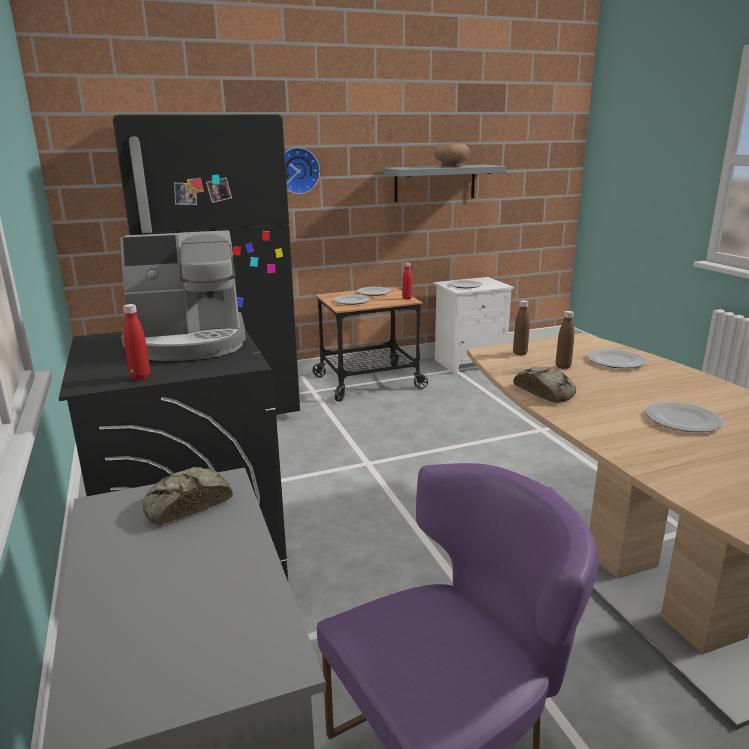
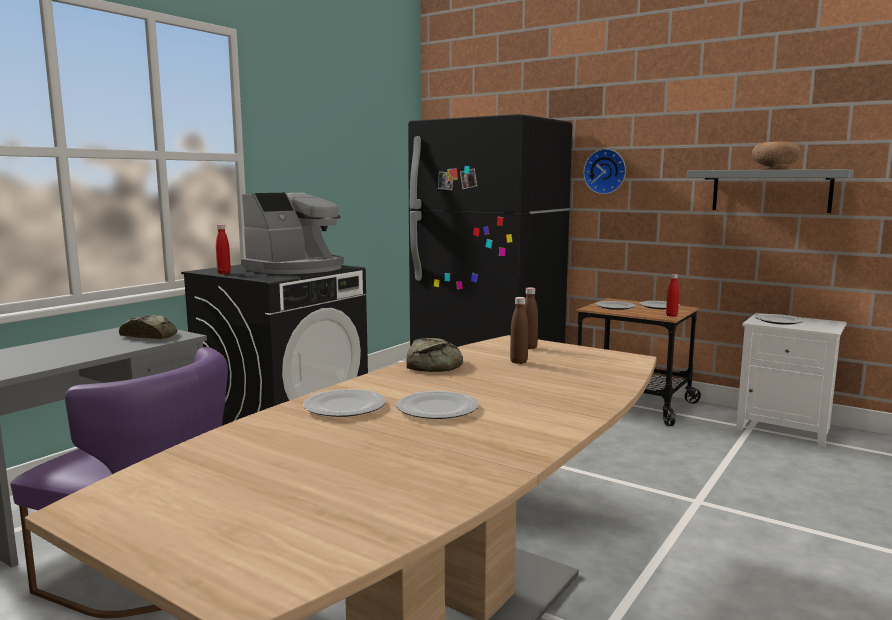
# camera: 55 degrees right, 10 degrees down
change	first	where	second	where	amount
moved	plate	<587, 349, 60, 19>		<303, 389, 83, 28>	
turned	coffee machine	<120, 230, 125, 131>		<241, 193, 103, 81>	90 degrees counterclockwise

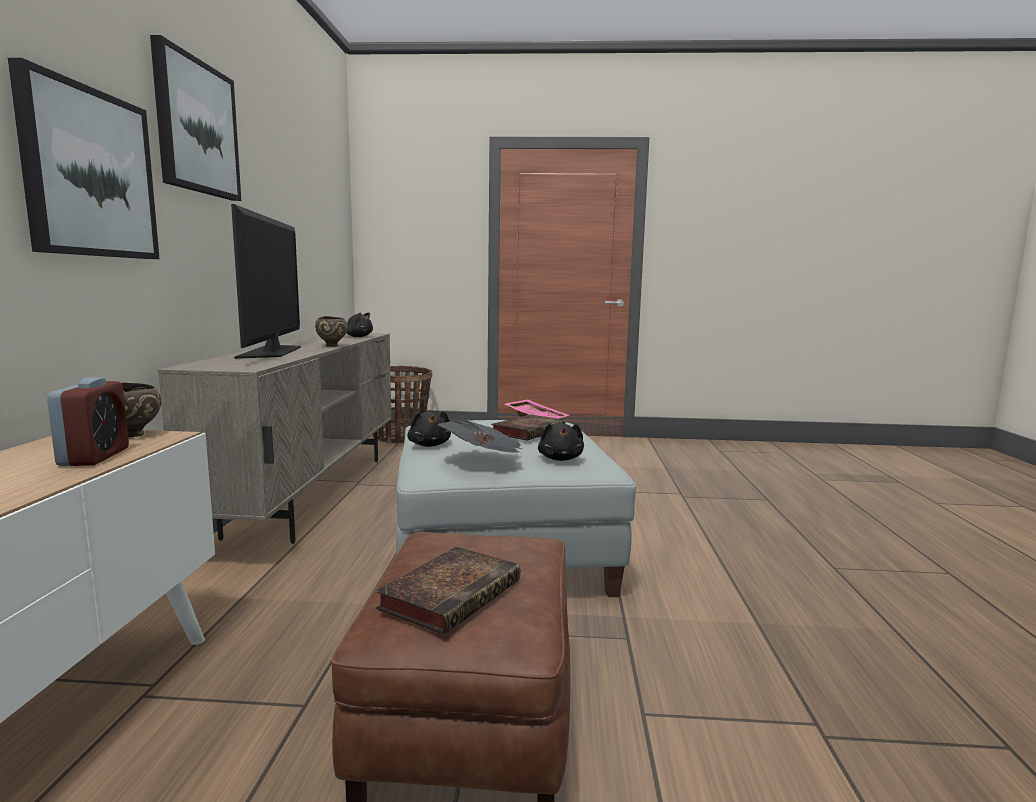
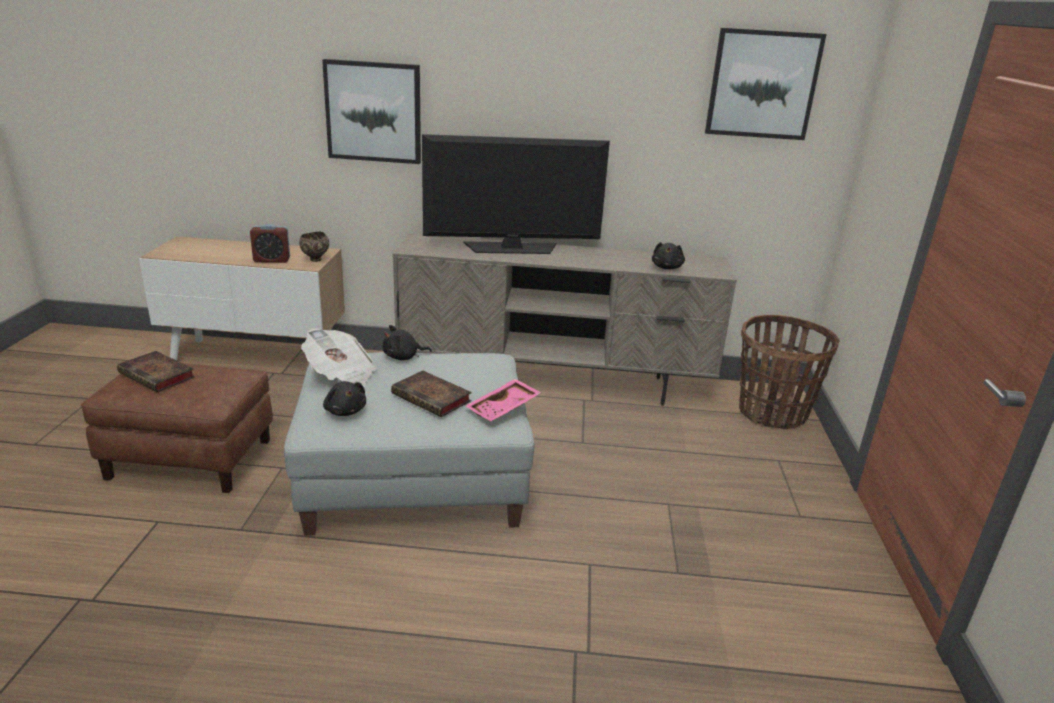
# camera: 90 degrees right, 15 degrees up
change	first	where	second	where	amount
removed	brown bowl	<315, 316, 33, 31>			
moved	picture	<150, 35, 91, 166>		<705, 28, 122, 112>	
turned	black plush toy	<538, 423, 46, 38>		<323, 381, 43, 35>	120 degrees counterclockwise

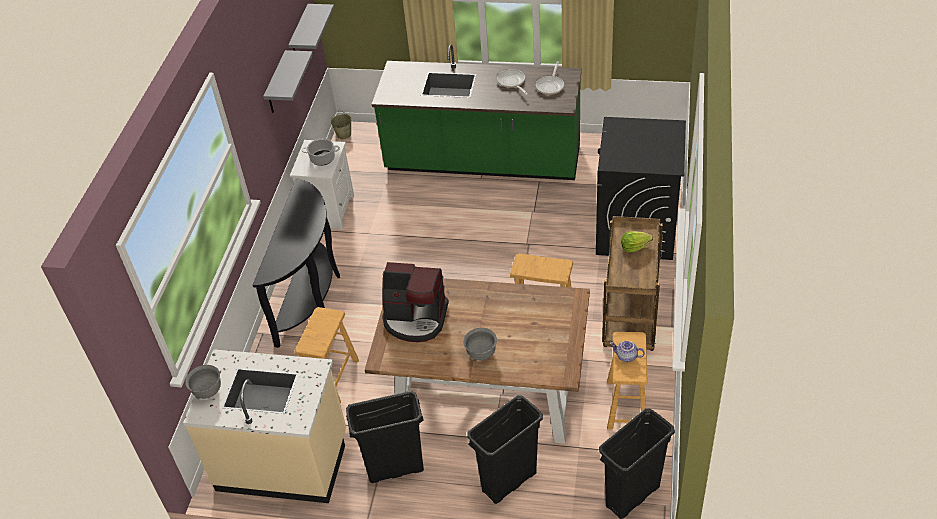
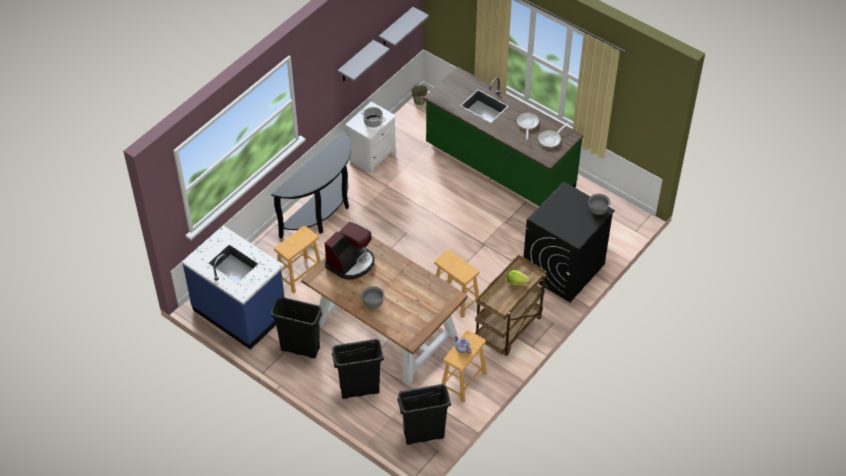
# camera: 25 degrees right, 5 degrees up
change	first	where	second	where	amount
moved	grey bowl	<185, 365, 36, 34>		<588, 194, 23, 21>	
recoloured	beige counter	<183, 349, 163, 154>	blue counter	<182, 226, 102, 124>	
turned	coffee machine	<382, 262, 67, 80>		<324, 222, 51, 57>	90 degrees counterclockwise

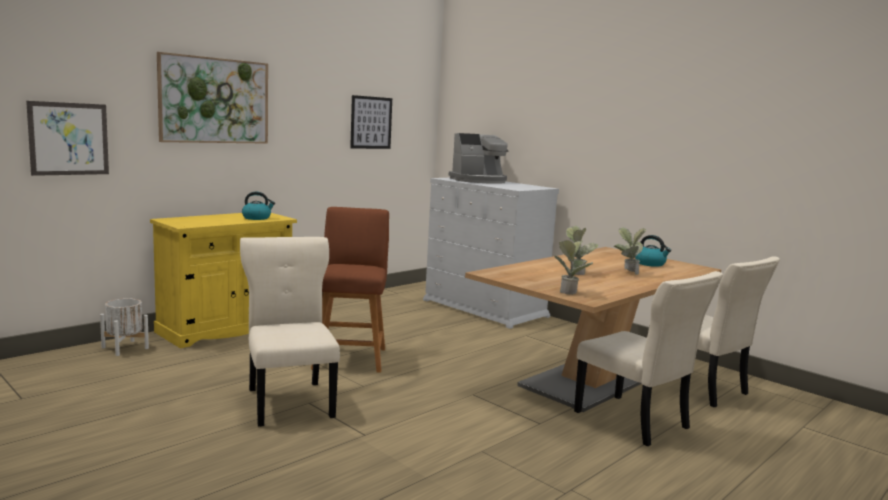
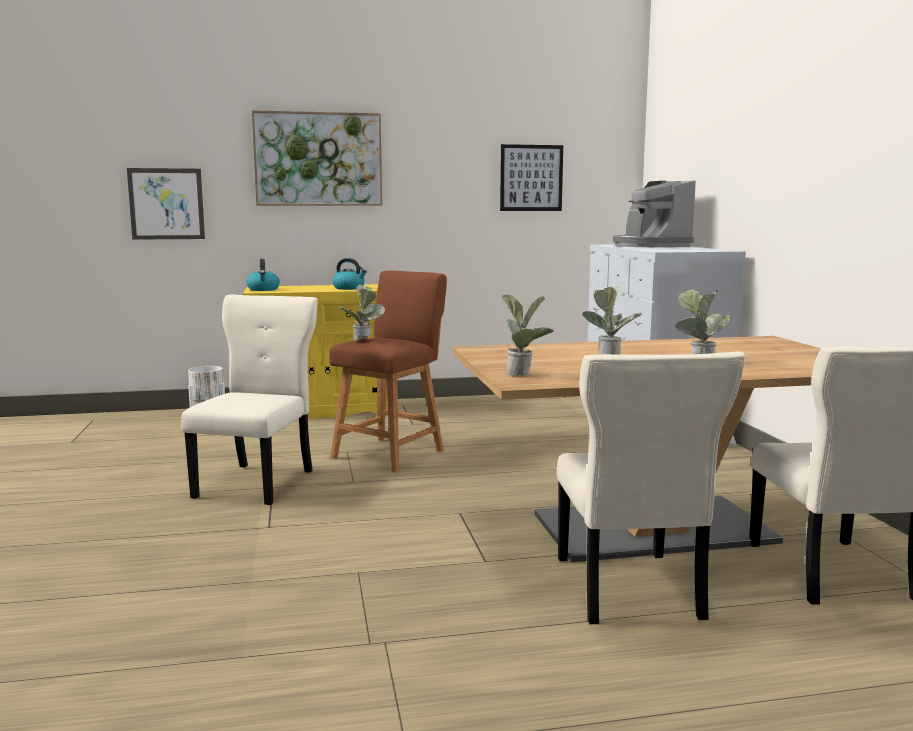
# camera: 35 degrees right, 0 degrees up
change	first	where	second	where	amount
added			potted plant	<339, 285, 46, 55>	
moved	kettle	<635, 235, 36, 32>		<247, 259, 33, 32>	
turned	coffee machine	<449, 133, 60, 51>		<613, 180, 83, 67>	60 degrees clockwise

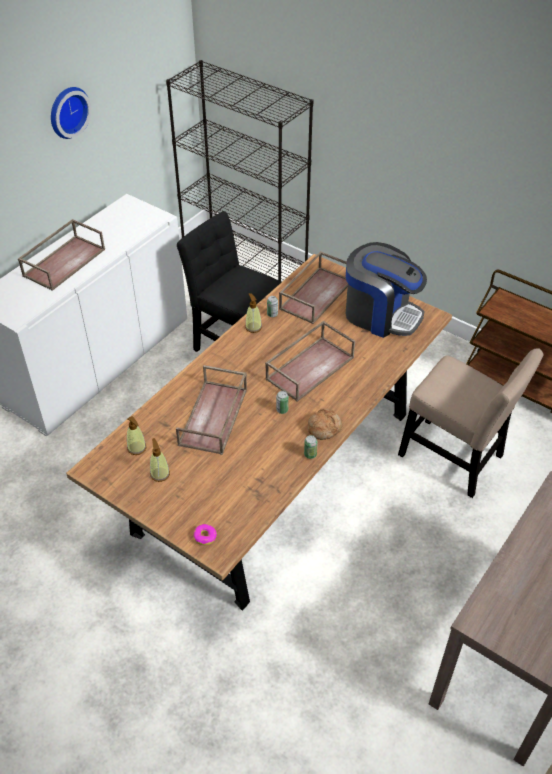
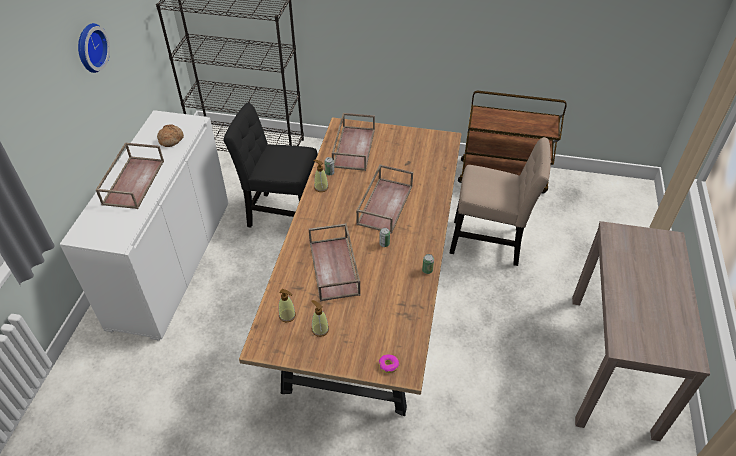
# camera: 25 degrees left, 0 degrees up
change	first	where	second	where	amount
removed	coffee machine	<346, 242, 81, 96>			
moved	bread	<308, 409, 34, 31>		<157, 124, 27, 23>	

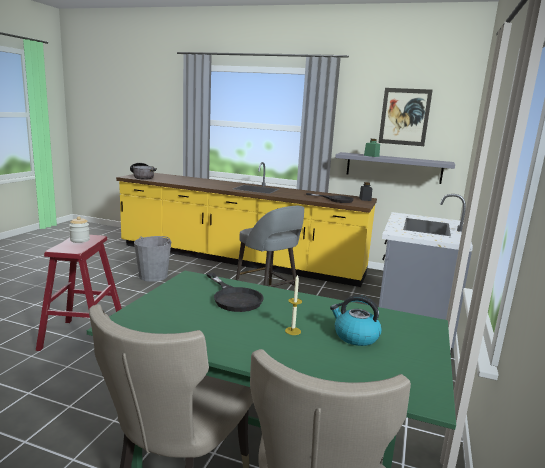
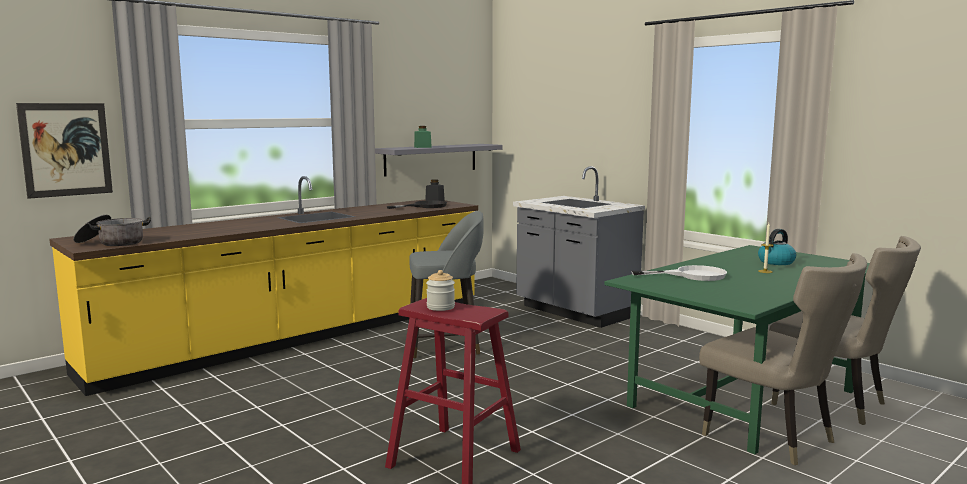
# camera: 60 degrees left, 5 degrees down
change	first	where	second	where	amount
removed	grey bucket	<134, 236, 37, 46>			
moved	picture	<378, 88, 55, 58>		<16, 103, 97, 96>	
recoloured	black frying pan	<207, 273, 57, 39>	white frying pan	<631, 265, 96, 16>	

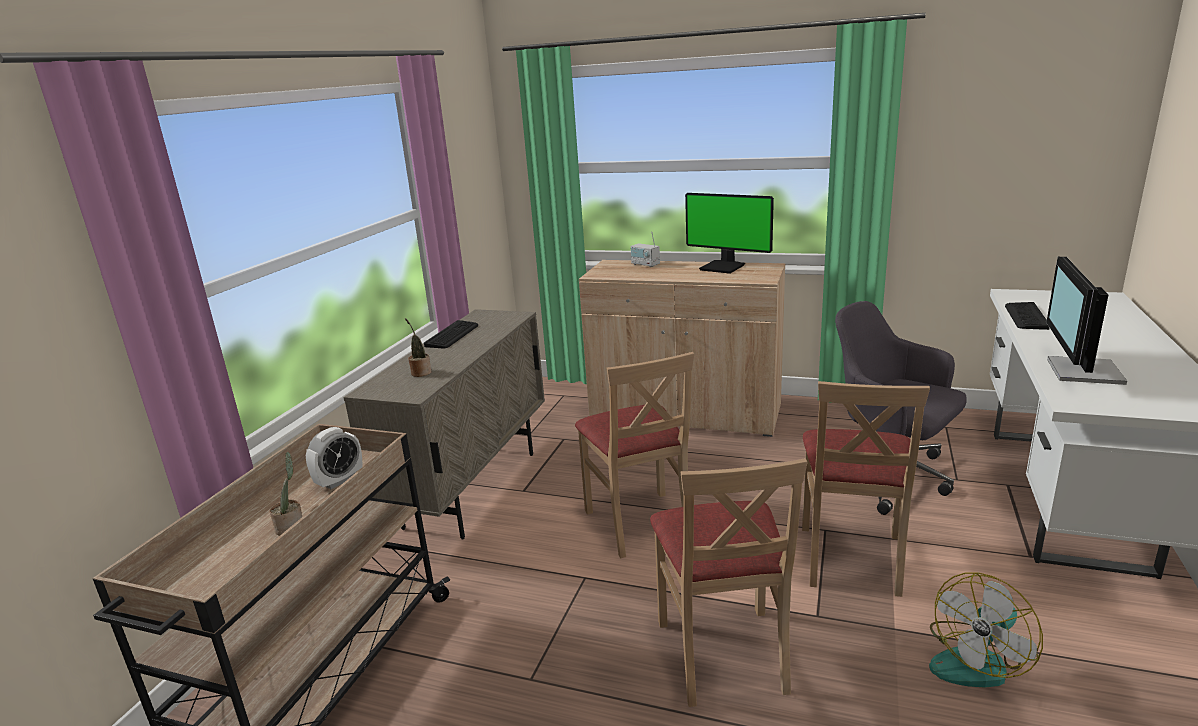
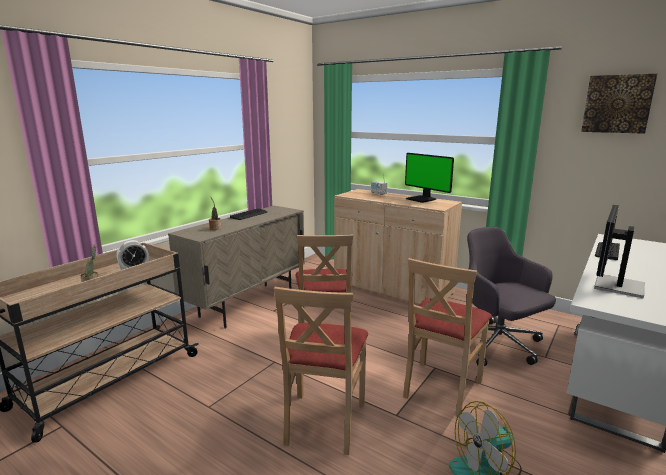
# camera: 15 degrees right, 5 degrees down
change	first	where	second	where	amount
added			picture	<581, 74, 76, 60>	

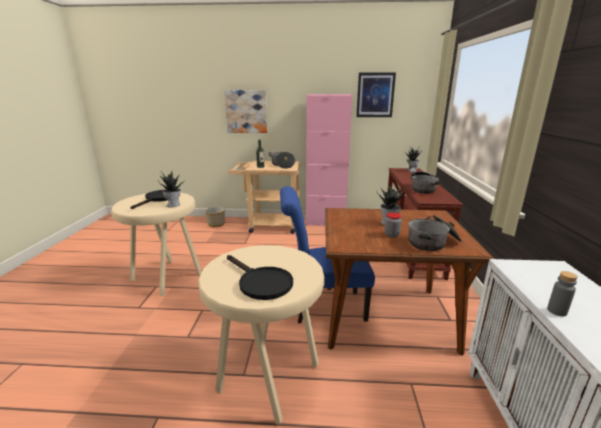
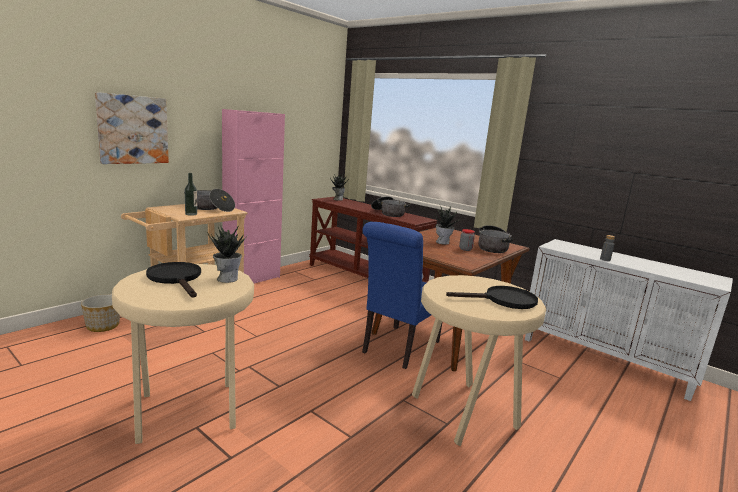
# camera: 55 degrees left, 5 degrees down
change	first	where	second	where	amount
removed	picture	<356, 72, 40, 45>			

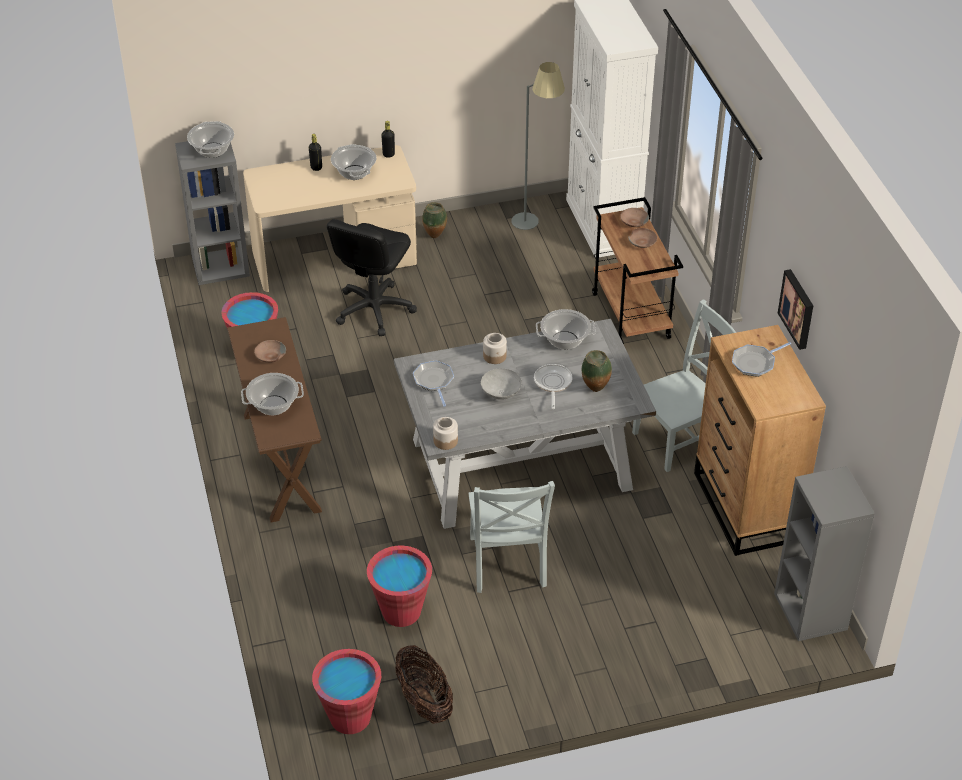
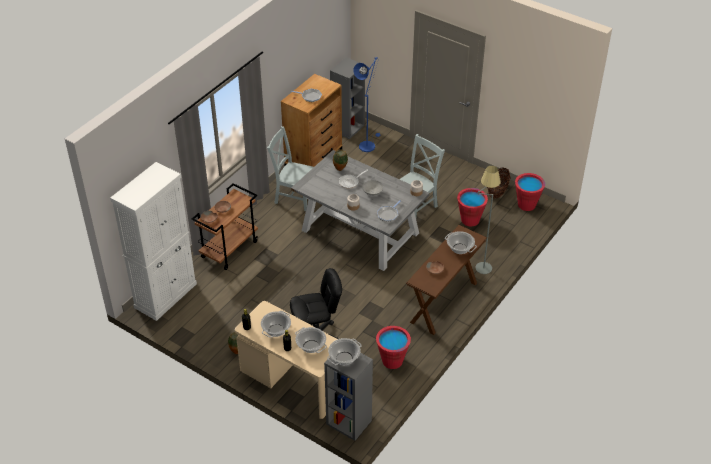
# camera: 130 degrees left, 0 degrees up
change	first	where	second	where	amount
removed	picture	<778, 269, 35, 81>			
added			blue floor lamp	<354, 57, 27, 95>	
moved	grey floor lamp	<512, 62, 53, 168>		<475, 166, 26, 108>	
moved	cooking pot	<536, 309, 60, 41>		<295, 327, 32, 26>	

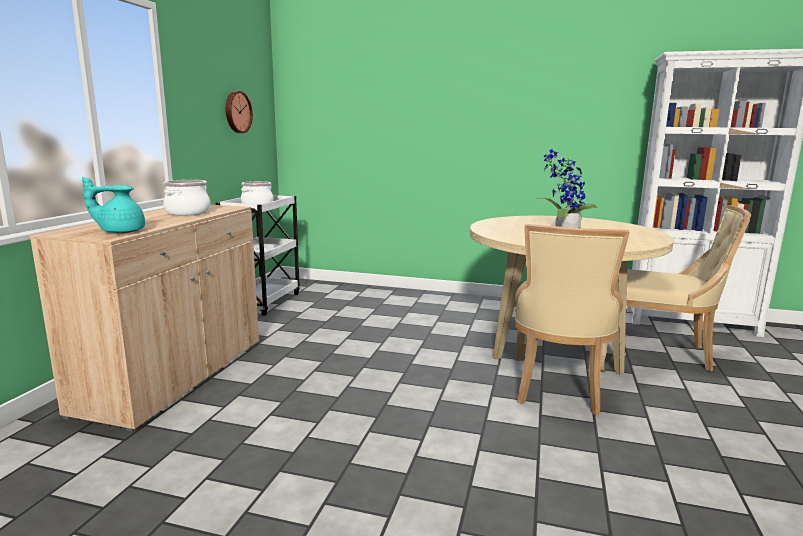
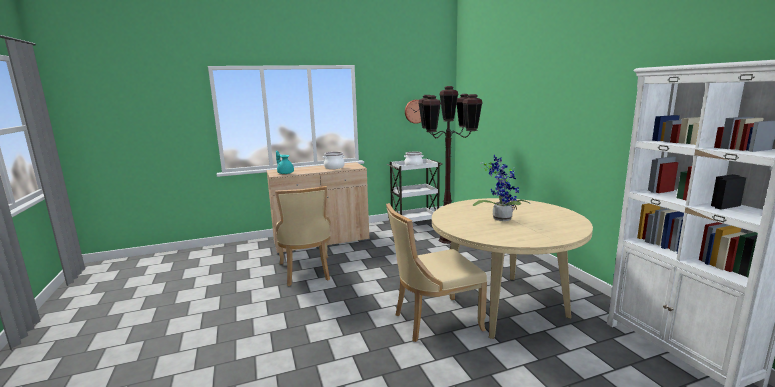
# camera: 55 degrees right, 0 degrees up
change	first	where	second	where	amount
added			brown floor lamp	<418, 86, 65, 158>	
moved	beige chair	<611, 204, 140, 168>		<275, 186, 56, 100>	

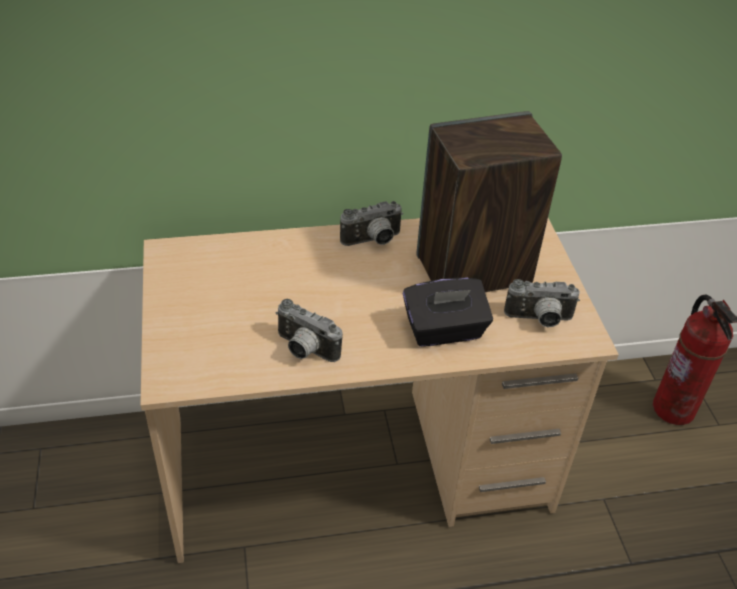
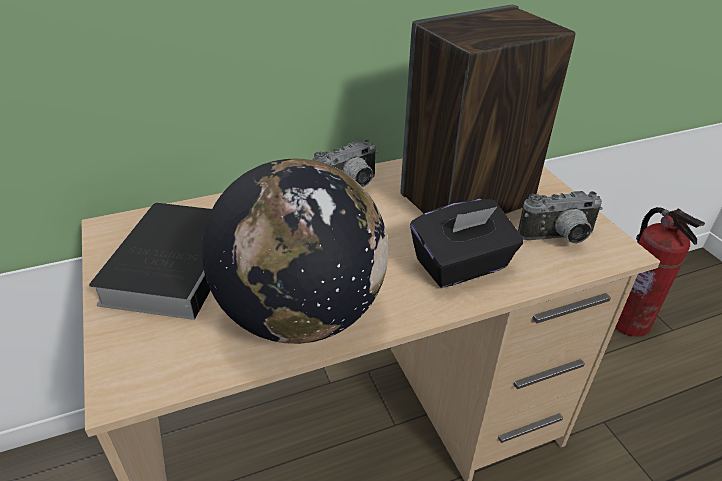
# camera: 10 degrees left, 5 degrees down
change	first	where	second	where	amount
added			book	<89, 203, 123, 117>	
replaced	photo camera	<276, 299, 67, 63>	globe	<202, 159, 186, 185>	

